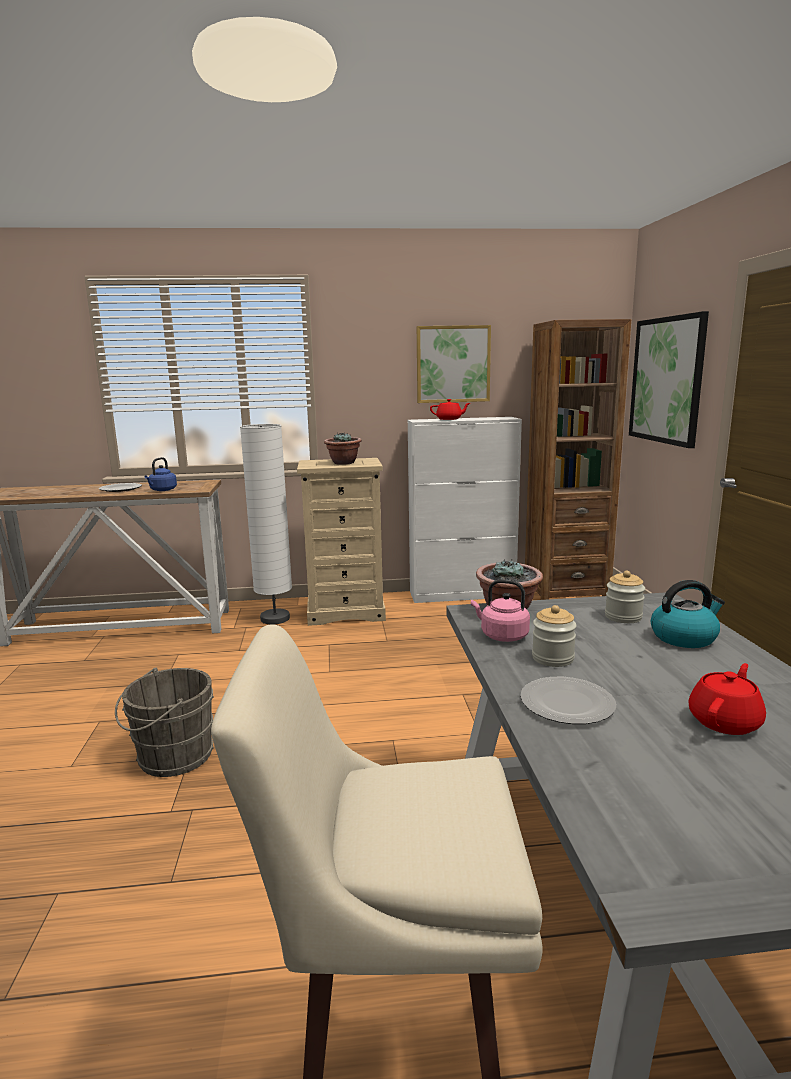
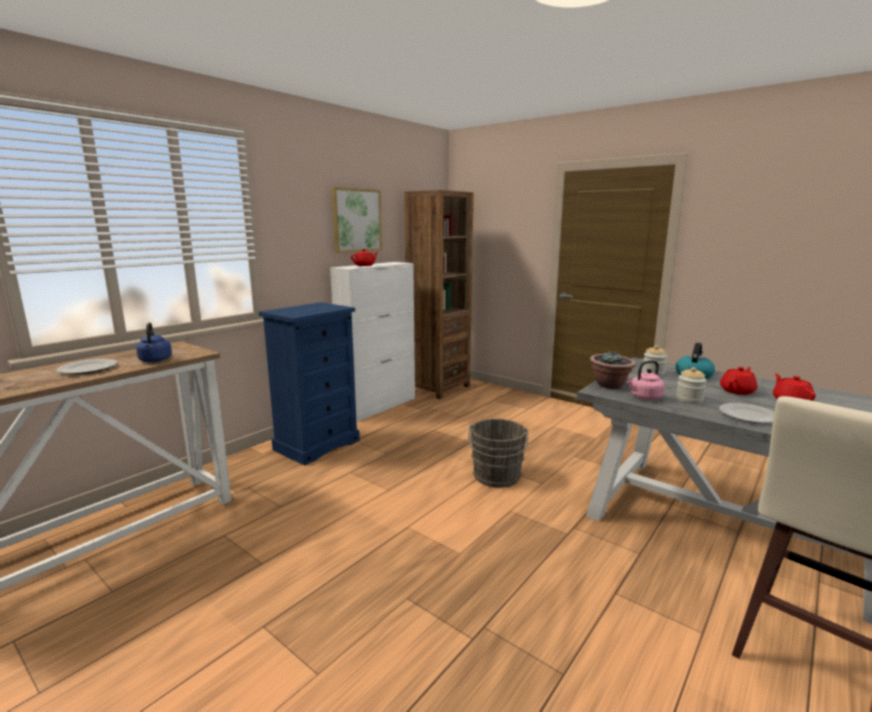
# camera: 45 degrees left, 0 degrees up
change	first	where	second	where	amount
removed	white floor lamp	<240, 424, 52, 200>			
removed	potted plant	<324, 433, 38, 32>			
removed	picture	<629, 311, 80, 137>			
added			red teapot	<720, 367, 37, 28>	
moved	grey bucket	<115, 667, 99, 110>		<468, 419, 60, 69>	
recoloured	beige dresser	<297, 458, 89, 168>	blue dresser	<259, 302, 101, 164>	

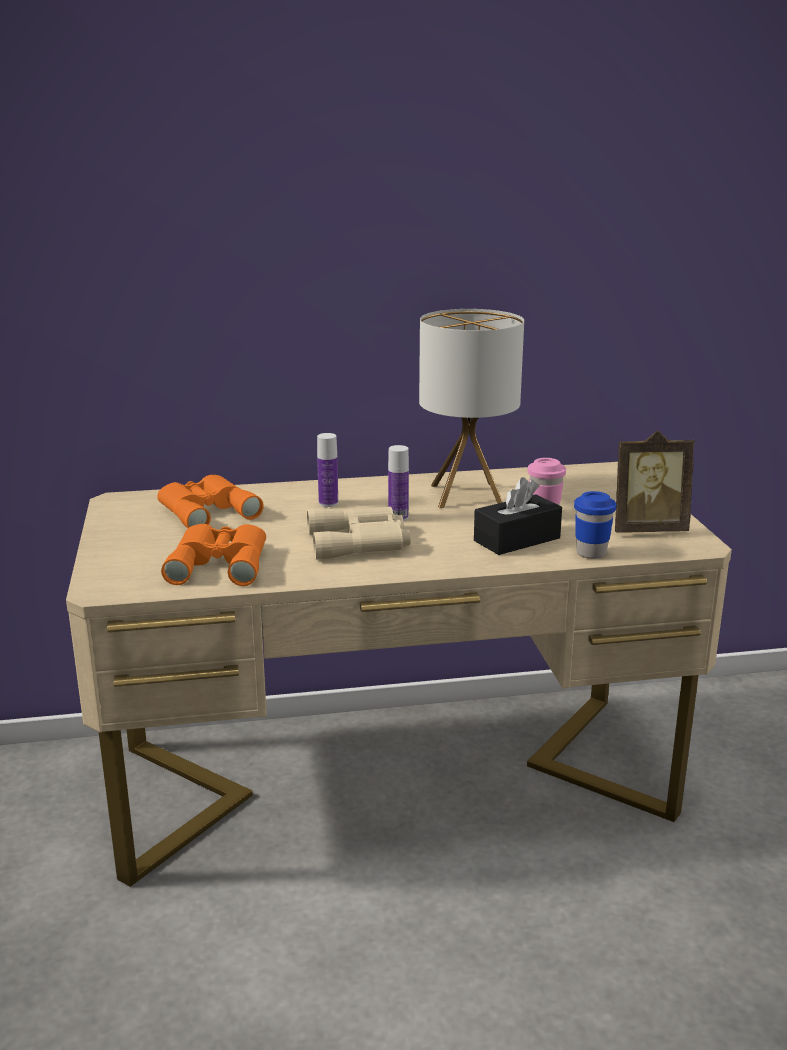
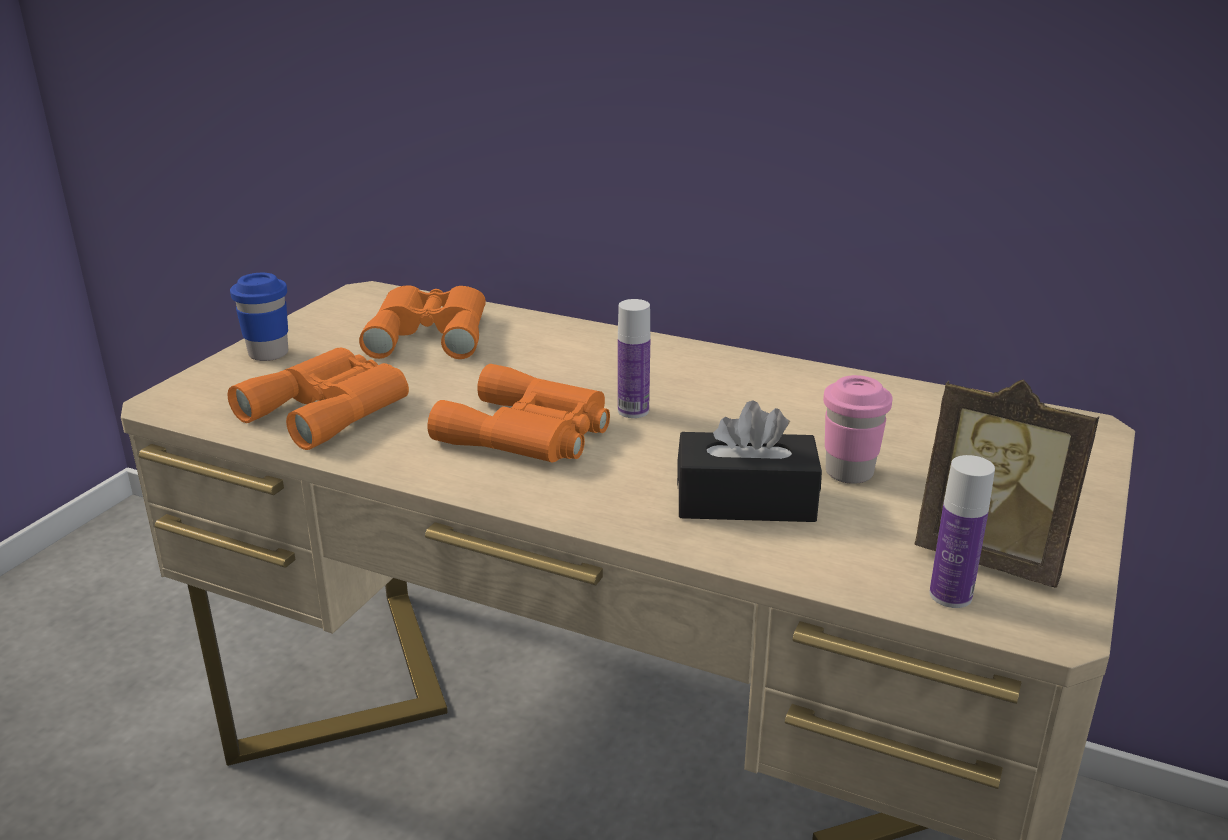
# camera: 35 degrees right, 5 degrees up
change	first	where	second	where	amount
removed	table lamp	<419, 309, 105, 199>			
moved	bottle	<317, 433, 21, 74>		<929, 455, 66, 153>	
moved	blue cup	<574, 491, 43, 68>		<230, 273, 58, 88>	
recoloured	beige binoculars	<307, 507, 103, 53>	orange binoculars	<428, 364, 182, 98>	

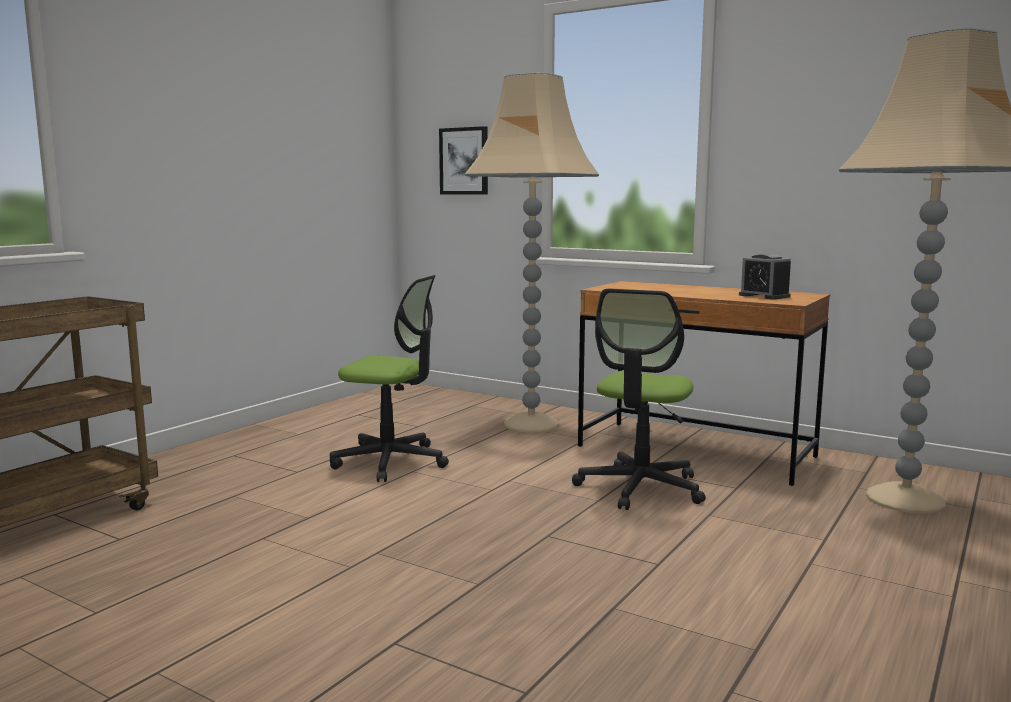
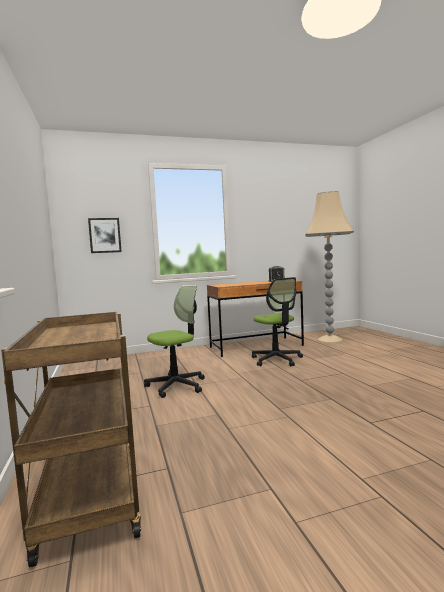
# camera: 50 degrees left, 5 degrees down
change	first	where	second	where	amount
removed	beige floor lamp	<465, 72, 134, 360>			

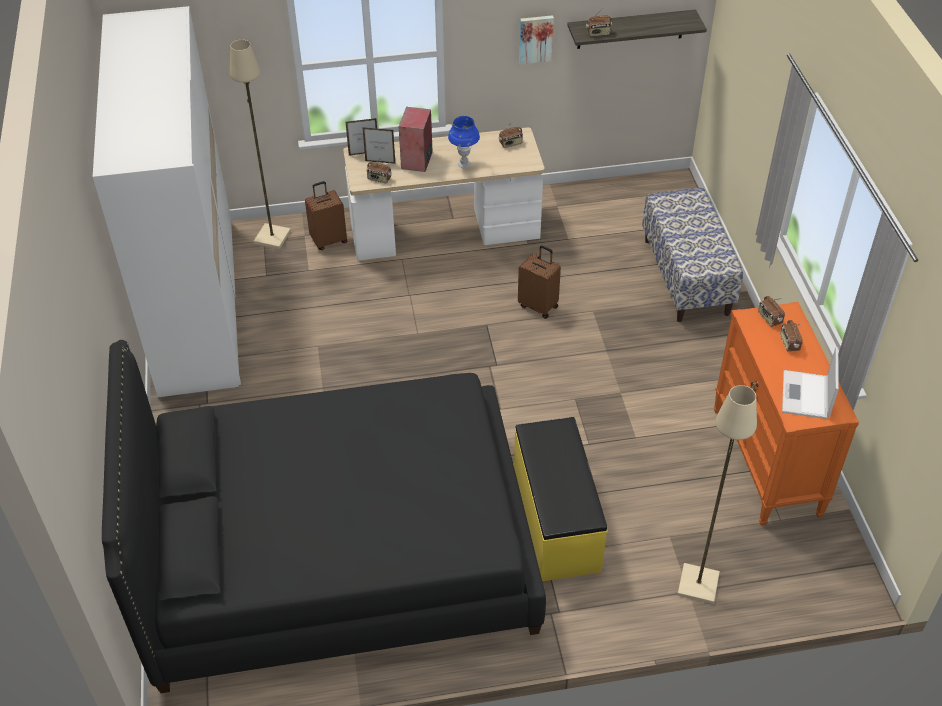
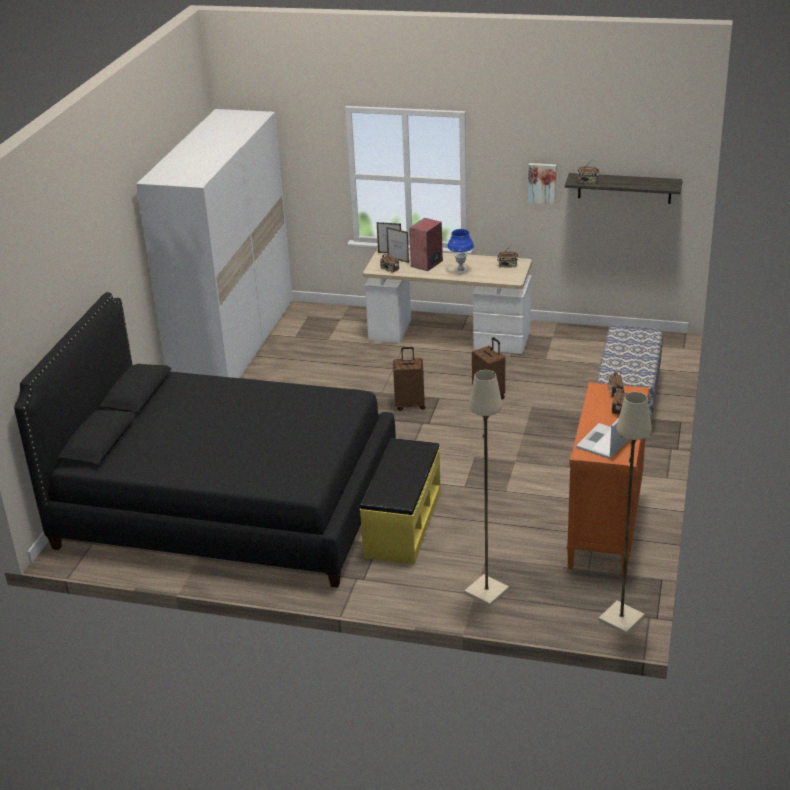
# camera: 25 degrees right, 15 degrees down
change	first	where	second	where	amount
moved	beige floor lamp	<230, 40, 61, 209>		<598, 392, 54, 243>	
moved	brown suitcase	<305, 181, 42, 69>		<393, 347, 32, 64>	

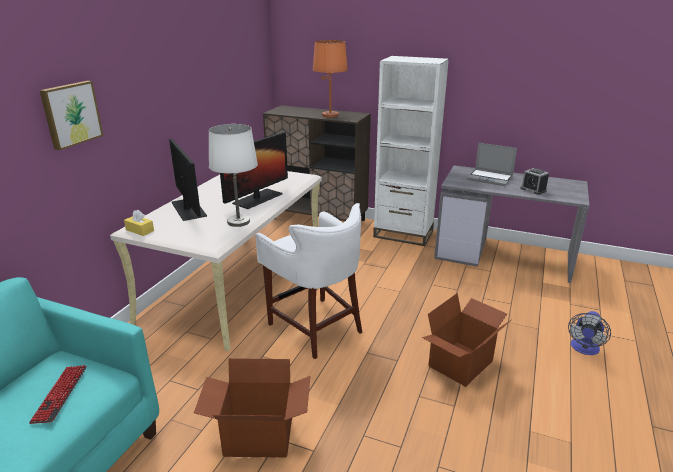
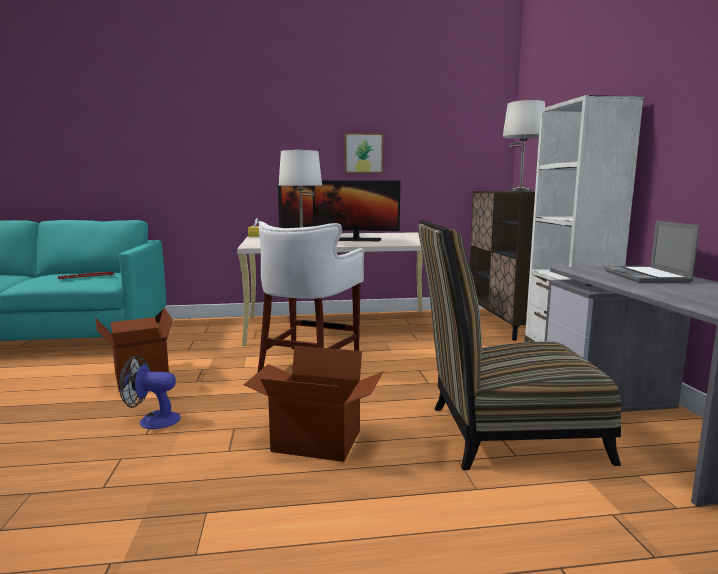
# camera: 60 degrees right, 15 degrees down
change	first	where	second	where	amount
removed	alarm clock	<520, 168, 29, 27>			
added			chair	<418, 220, 203, 250>	
moved	picture	<39, 81, 64, 69>		<344, 133, 39, 40>	
moved	fan	<568, 311, 43, 44>		<119, 355, 62, 74>	
recoloured	orange table lamp	<313, 40, 35, 77>	white table lamp	<503, 100, 42, 91>	

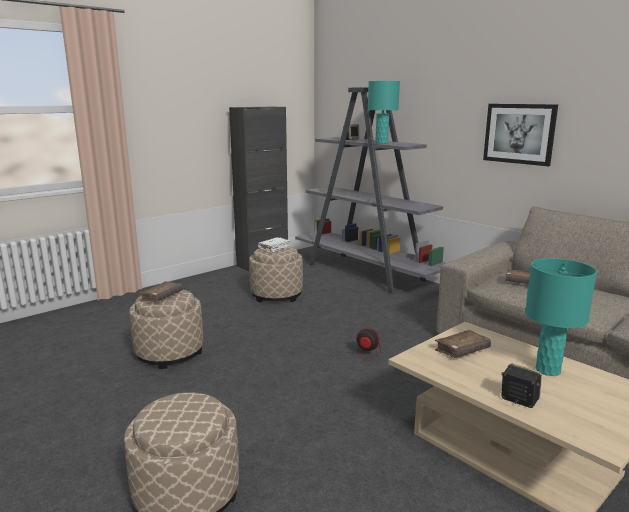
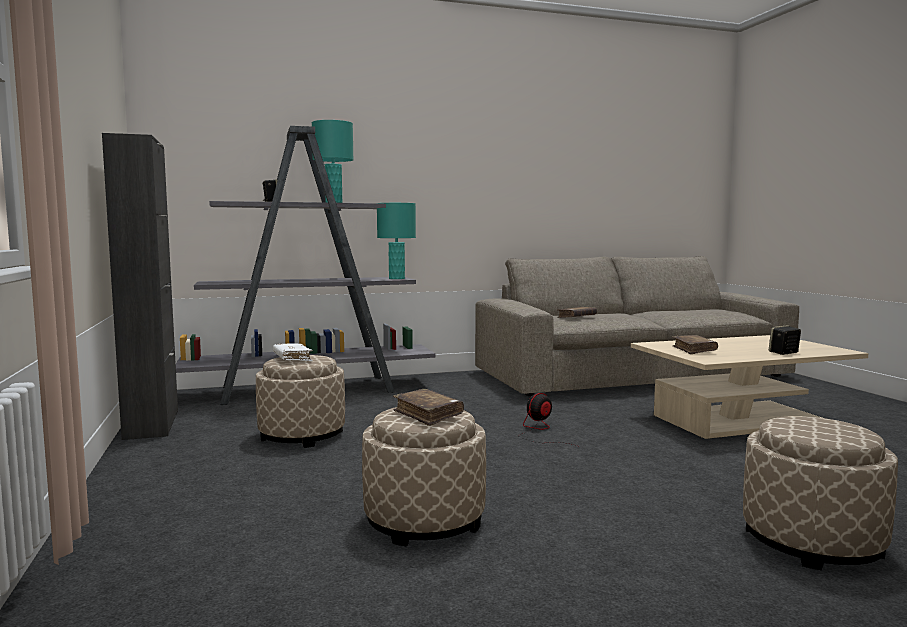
# camera: 65 degrees left, 10 degrees down
change	first	where	second	where	amount
removed	picture	<483, 104, 75, 62>			
moved	turquoise table lamp	<525, 258, 72, 118>		<377, 203, 39, 76>	

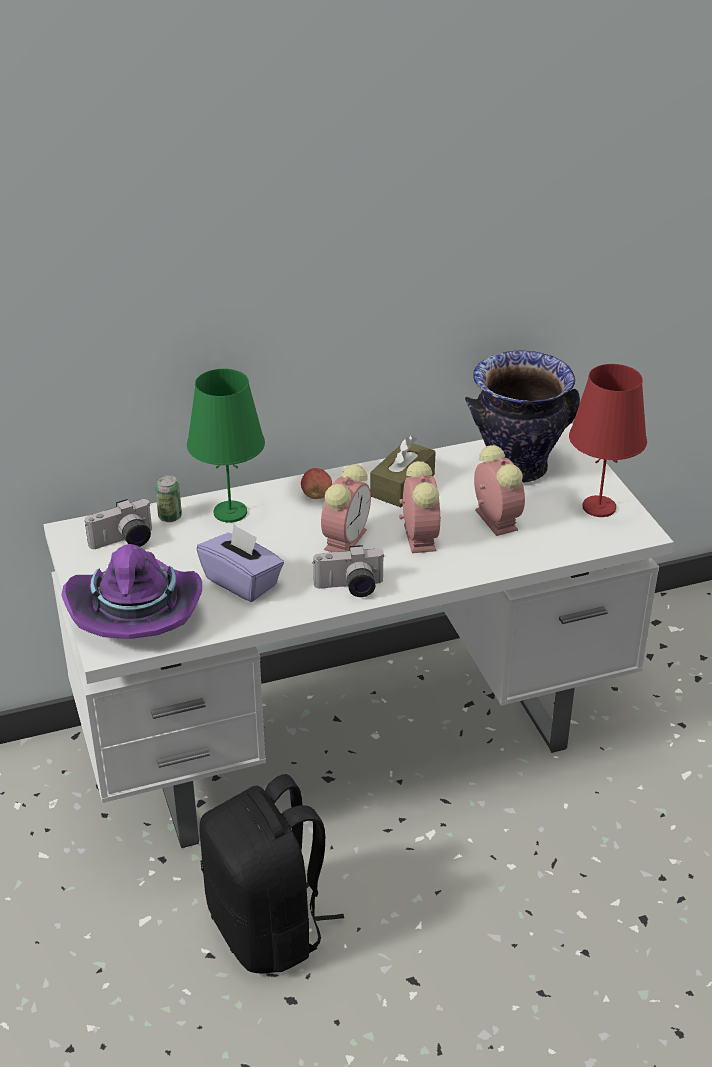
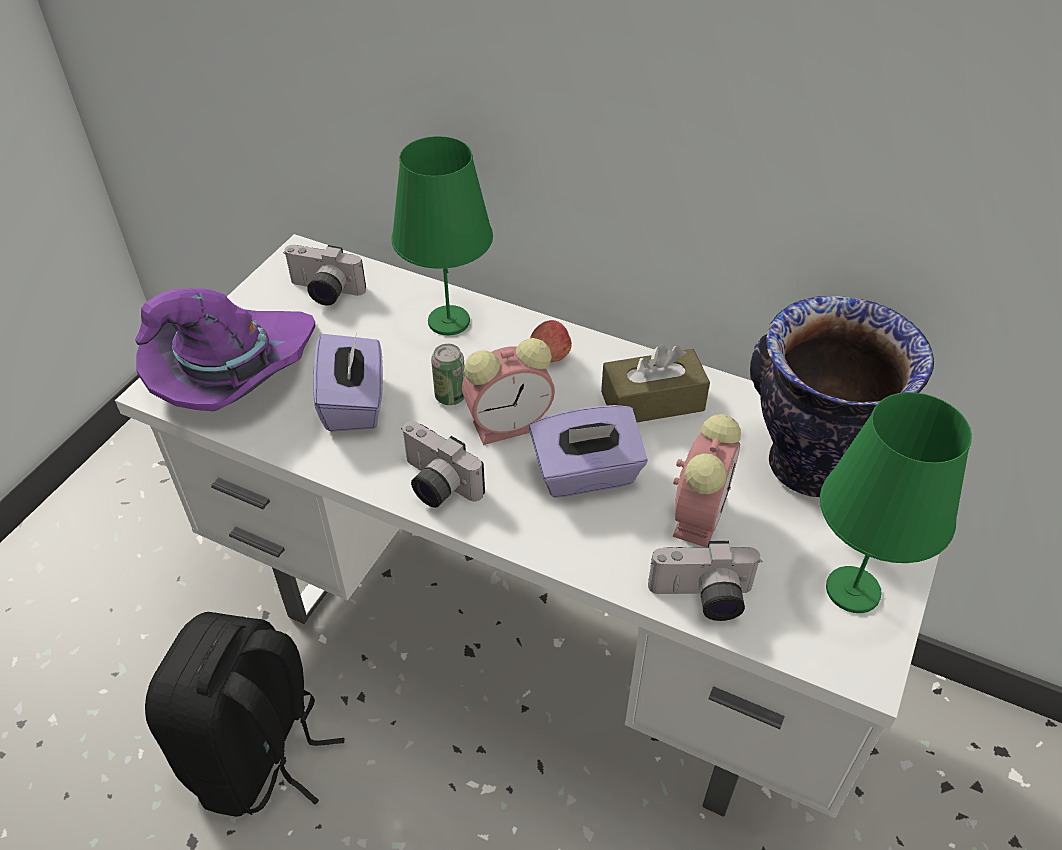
# camera: 45 degrees right, 10 degrees up
change	first	where	second	where	amount
added			photo camera	<648, 541, 114, 80>	
moved	can	<155, 475, 27, 47>		<431, 344, 34, 61>	
replaced	alarm clock	<399, 461, 42, 92>	purple tissue box	<529, 405, 119, 93>	
recoloured	red table lamp	<569, 364, 78, 153>	green table lamp	<820, 392, 152, 221>	

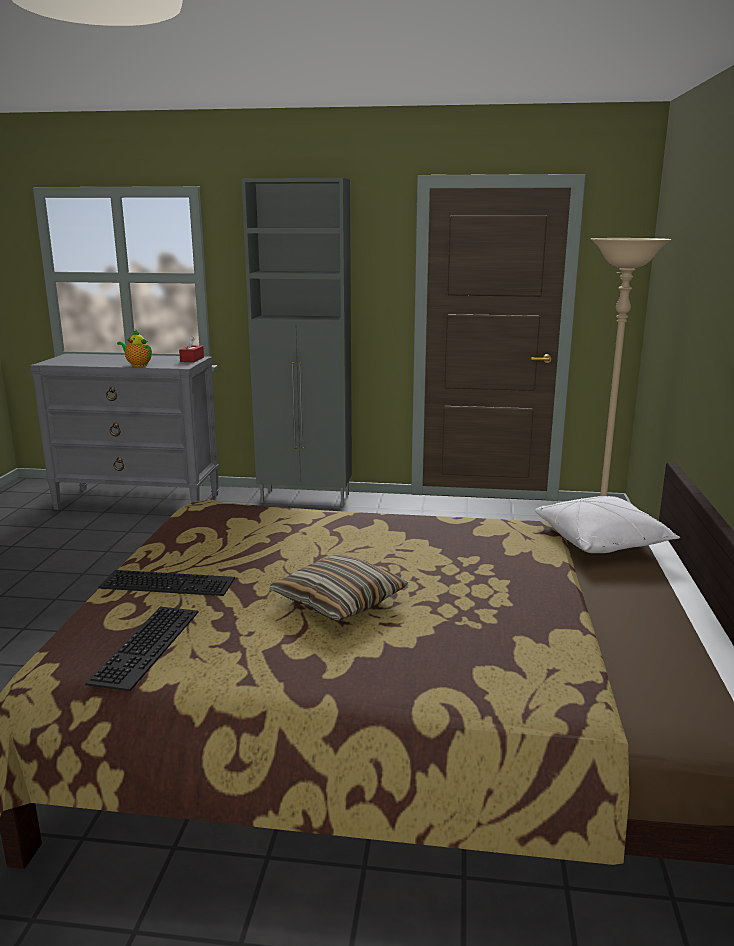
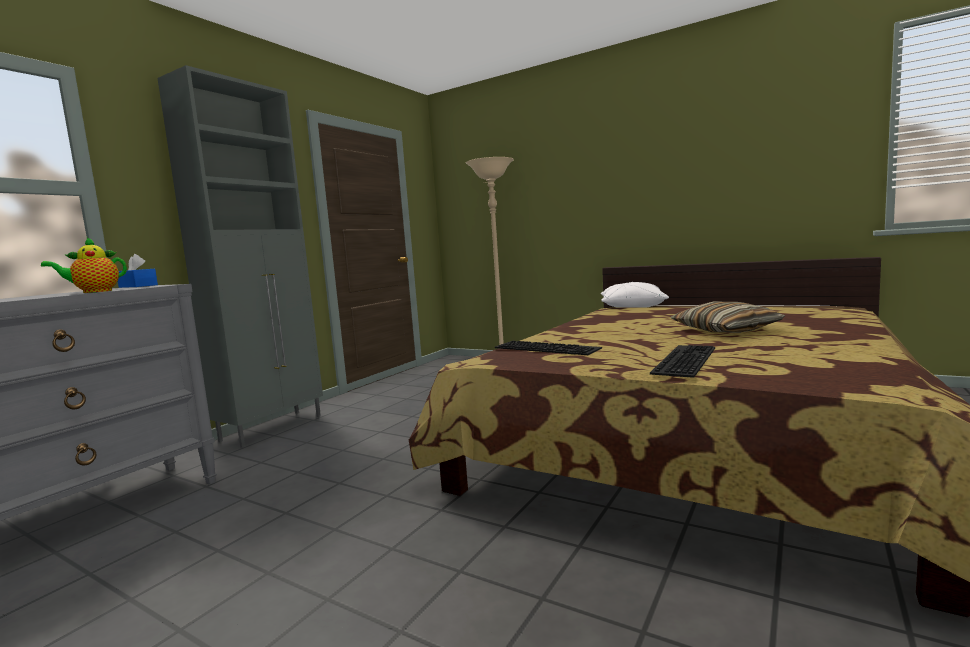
# camera: 65 degrees left, 10 degrees down
change	first	where	second	where	amount
moved	keyboard	<85, 607, 114, 84>		<495, 341, 107, 14>	
recoloured	red tissue box	<179, 336, 25, 26>	blue tissue box	<118, 254, 40, 34>	

